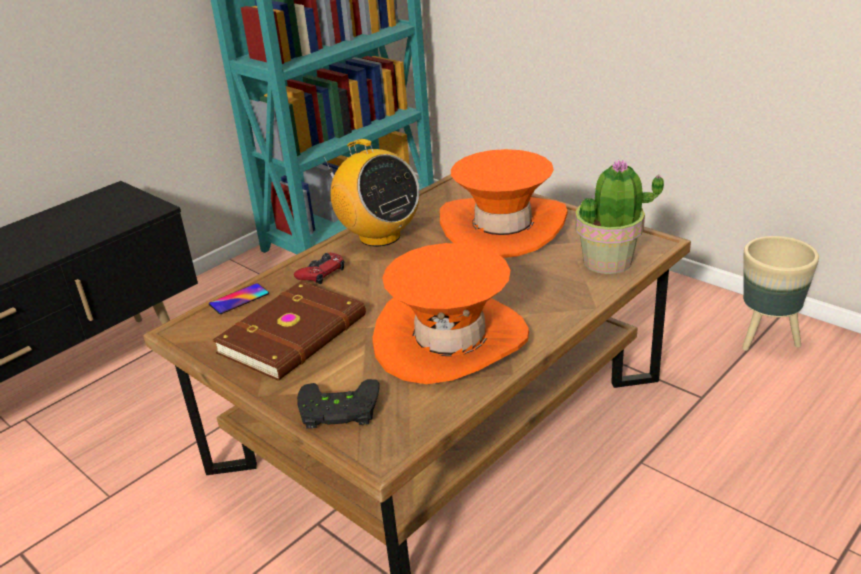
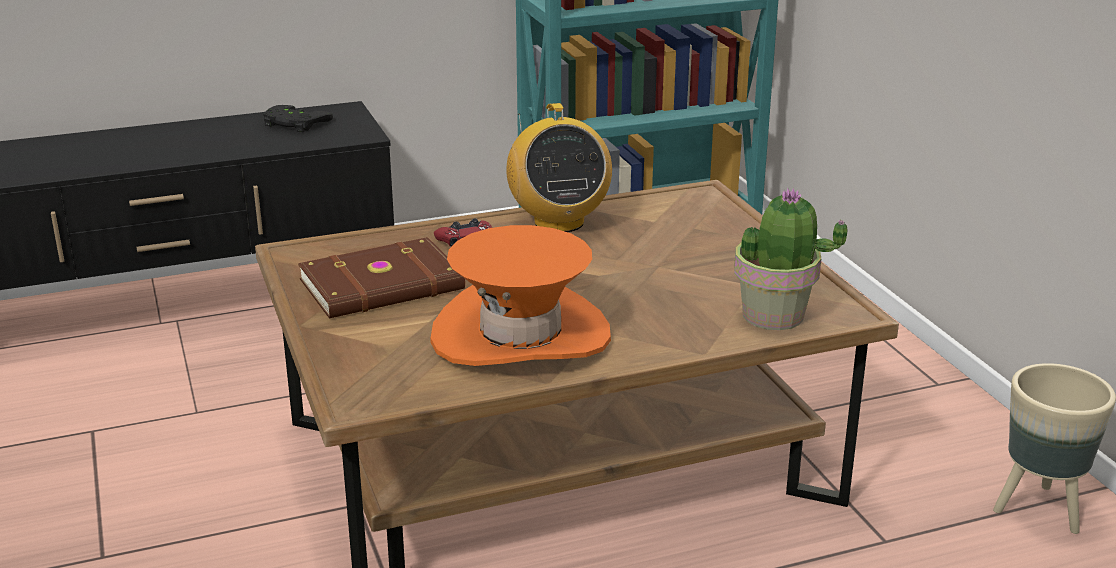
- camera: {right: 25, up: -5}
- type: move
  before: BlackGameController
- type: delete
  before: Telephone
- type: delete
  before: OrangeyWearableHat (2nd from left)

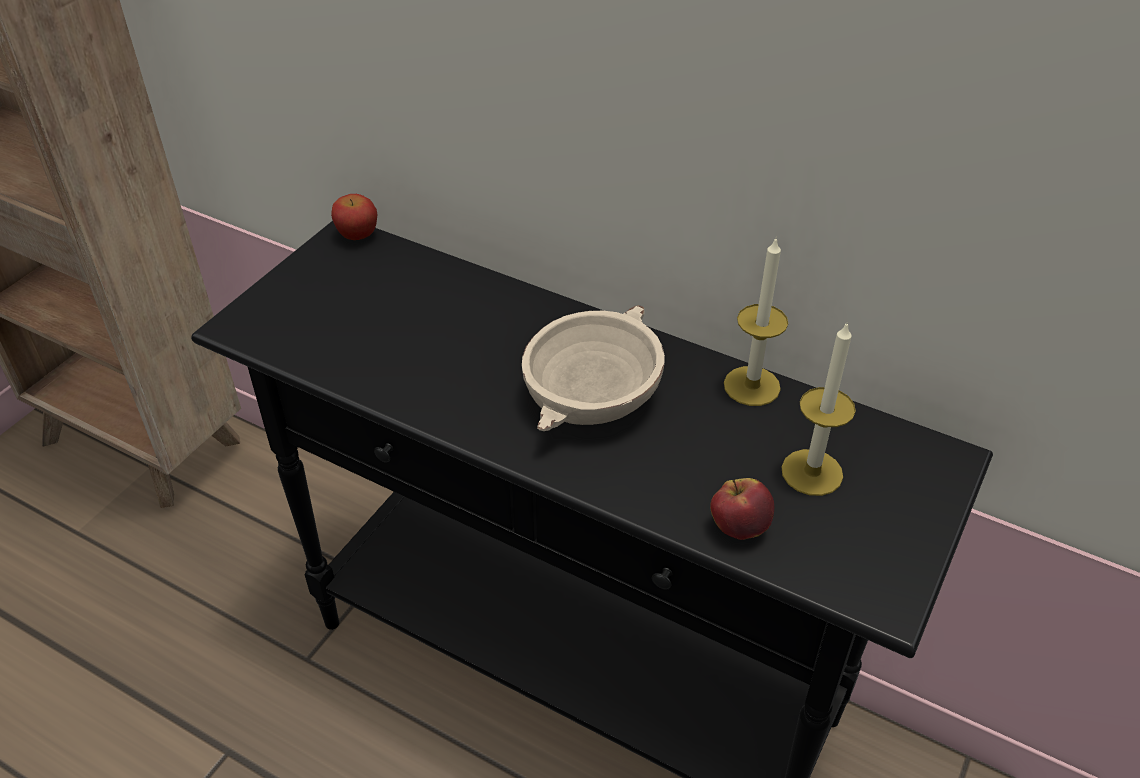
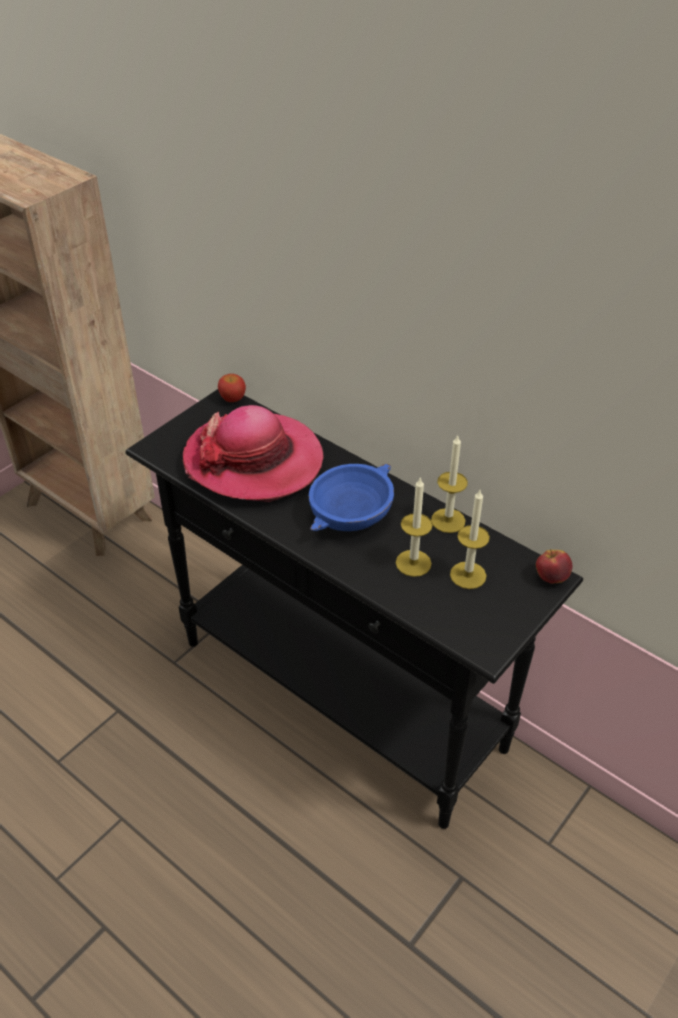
- camera: {right: 10, up: 0}
- type: insert
  after: WearableHat
- type: recolor
  before: BeigeServingBowl
  after: BluishServingBowl
- type: insert
  after: WaxLight (1st from left)
- type: move
  before: AppleFruit (2nd from left)

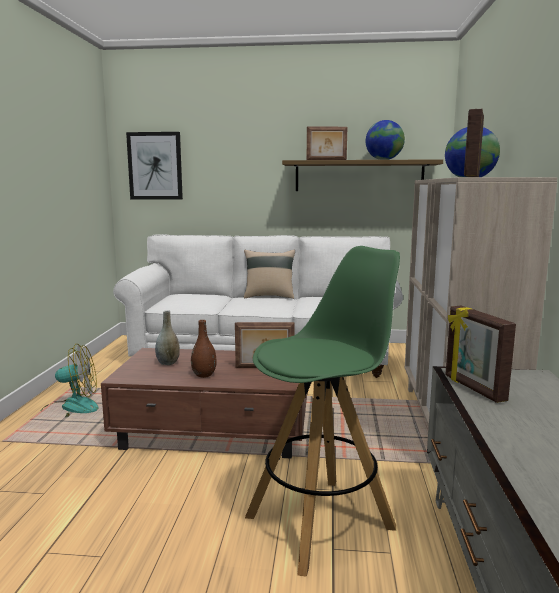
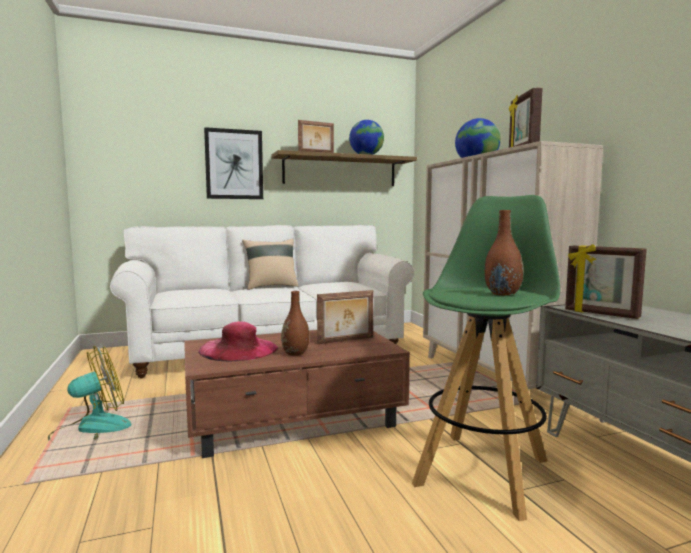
- camera: {right: -25, up: -5}
- type: replace
  before: GreyDecorativeVase
  after: PinkWearableHat
- type: move
  before: WallArt
- type: insert
  after: BrownColouredDecorativeVase (2nd from left)

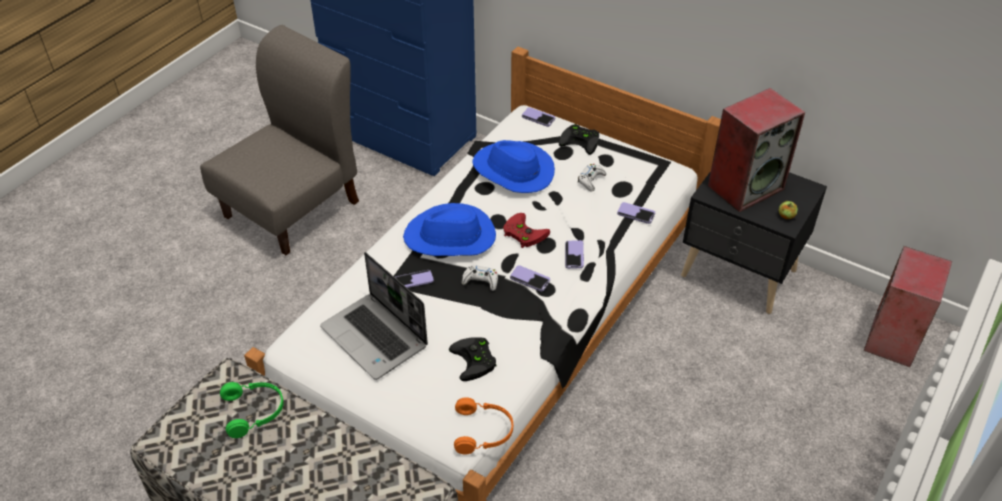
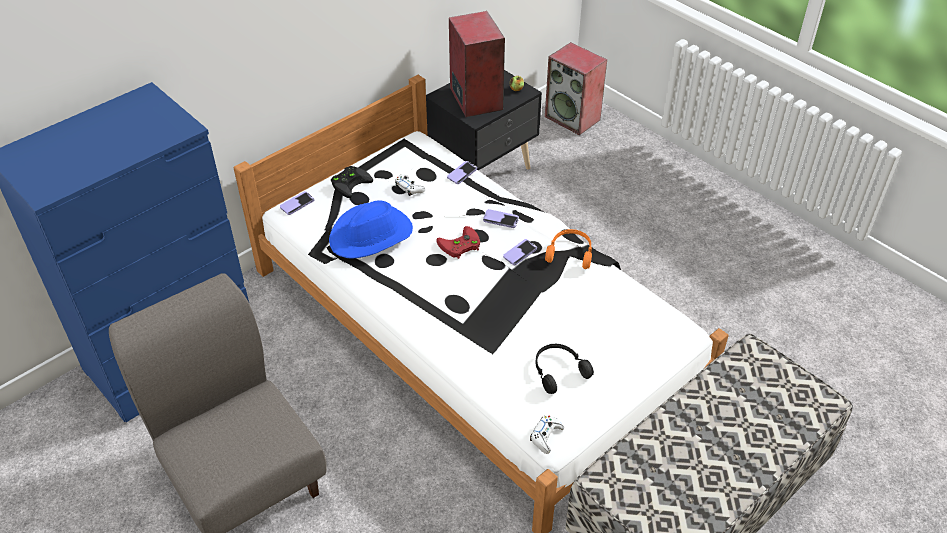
- camera: {right: -75, up: 0}
- type: move
  before: WhiteGameController (1st from left in the first image)
  after: WhiteGameController (2nd from left)
- type: replace
  before: Laptop
  after: BlackPairOfHeadphones
- type: move
  before: OrangeyPairOfHeadphones
- type: delete
  before: GreenishPairOfHeadphones
- type: delete
  before: Telephone (1st from left)
- type: delete
  before: BluishWearableHat (1st from left)
- type: delete
  before: BlackGameController (1st from left)

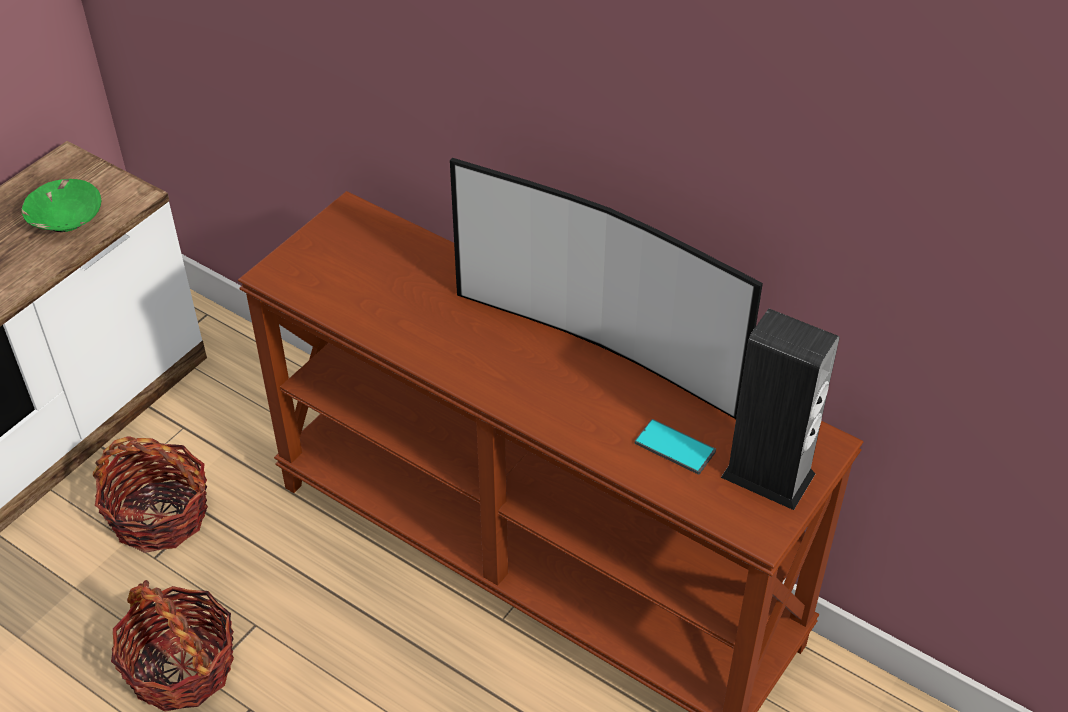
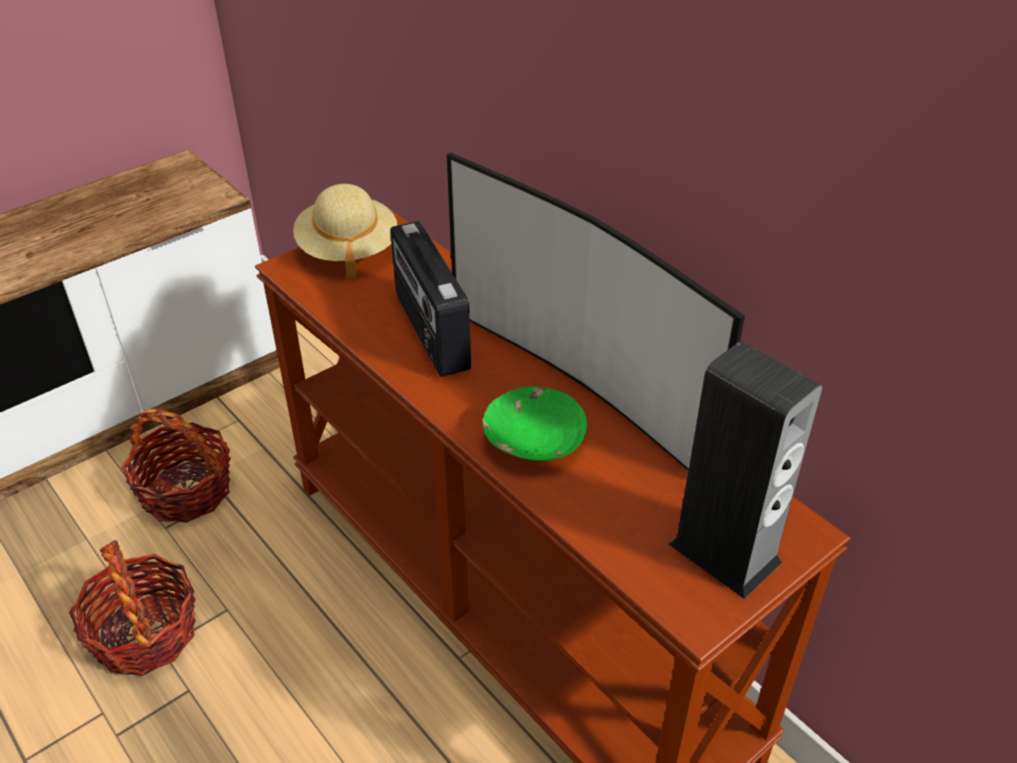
- camera: {right: 15, up: -5}
- type: insert
  after: BeigeWearableHat
- type: insert
  after: Radio
- type: move
  before: GreenishServingBowl
- type: delete
  before: Telephone

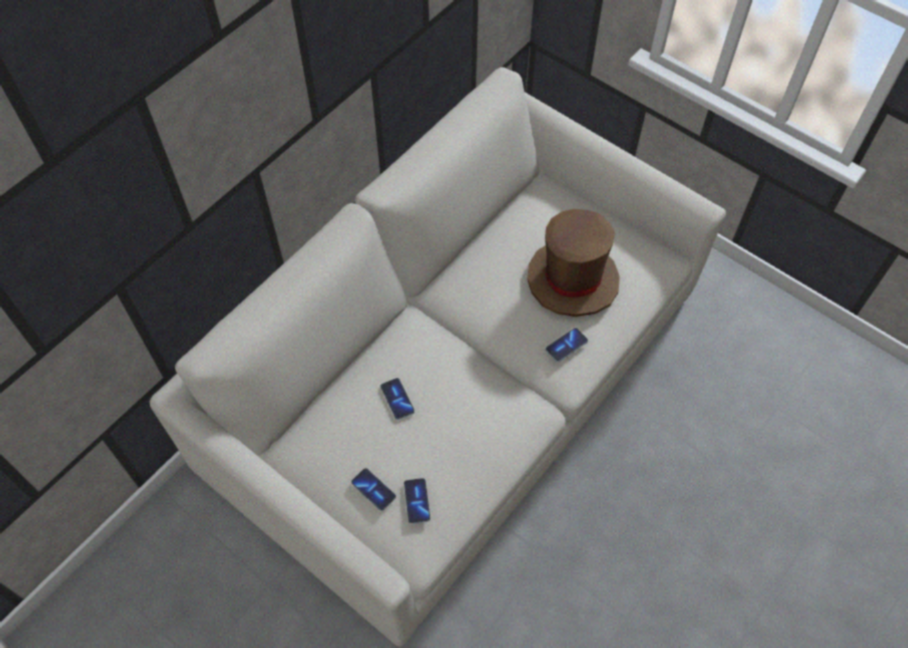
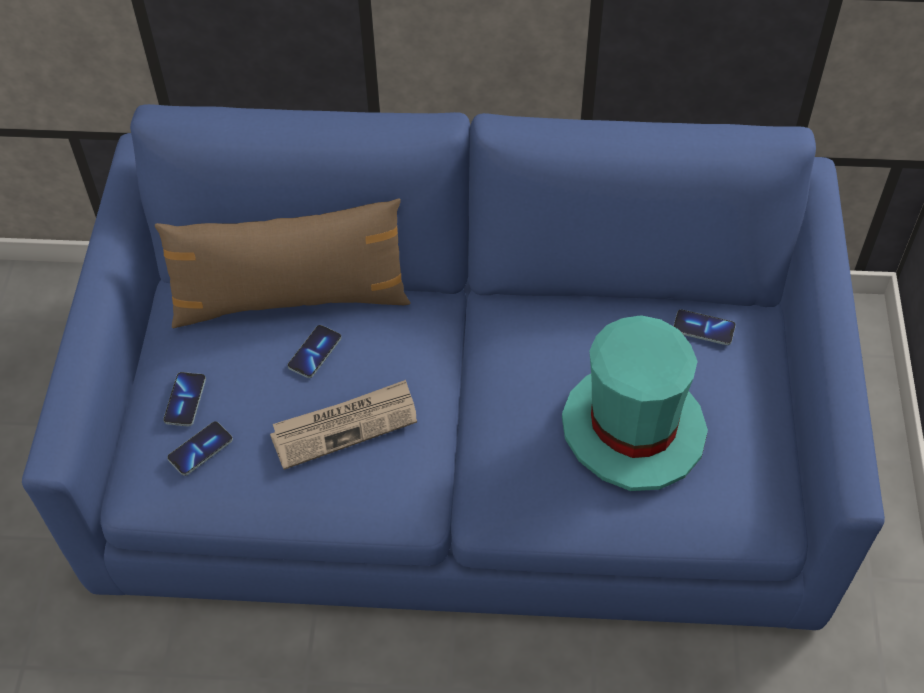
- camera: {right: 55, up: -5}
- type: recolor
  before: GreySettee
  after: BluishSettee
- type: insert
  after: BrownColouredPillow
- type: insert
  after: DailyPaper
- type: recolor
  before: BrownColouredWearableHat
  after: TurquoiseColouredWearableHat
- type: move
  before: Telephone (4th from left)

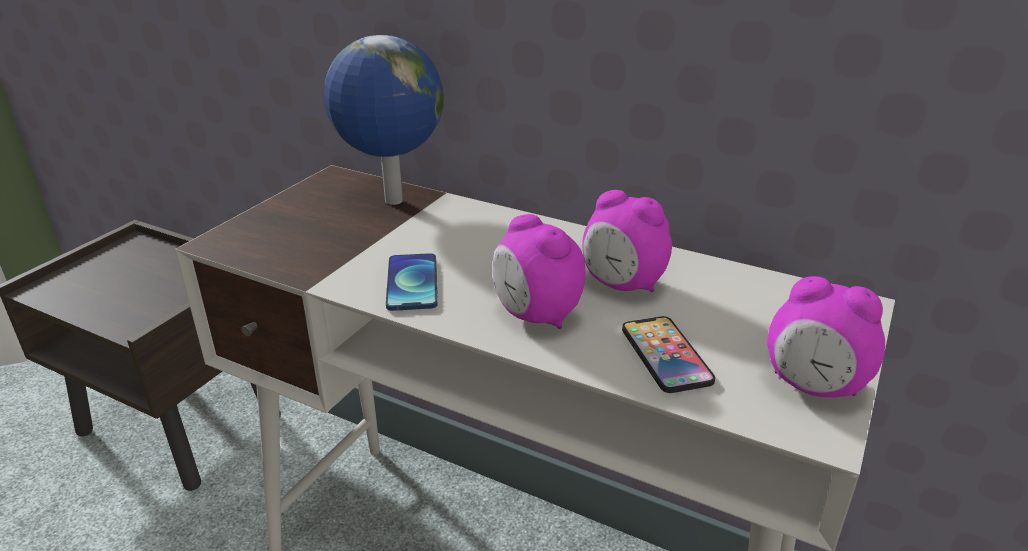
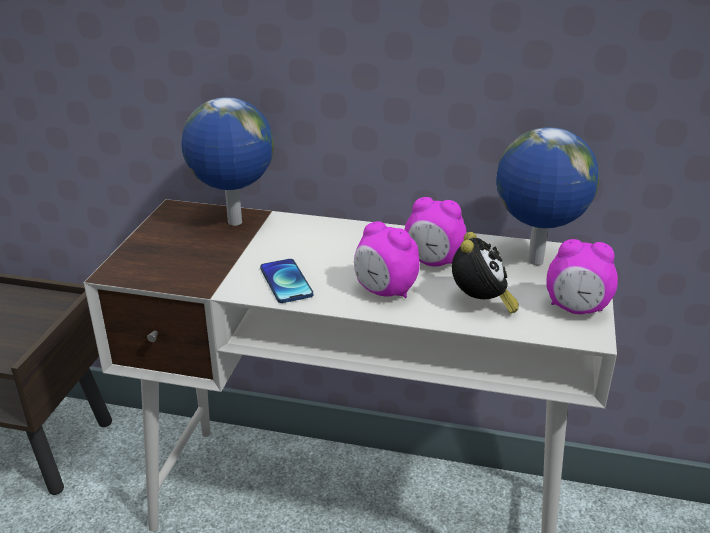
- camera: {right: -15, up: 0}
- type: replace
  before: Telephone (2nd from left)
  after: TableClock (3rd from left)
- type: insert
  after: WorldGlobe (2nd from left)

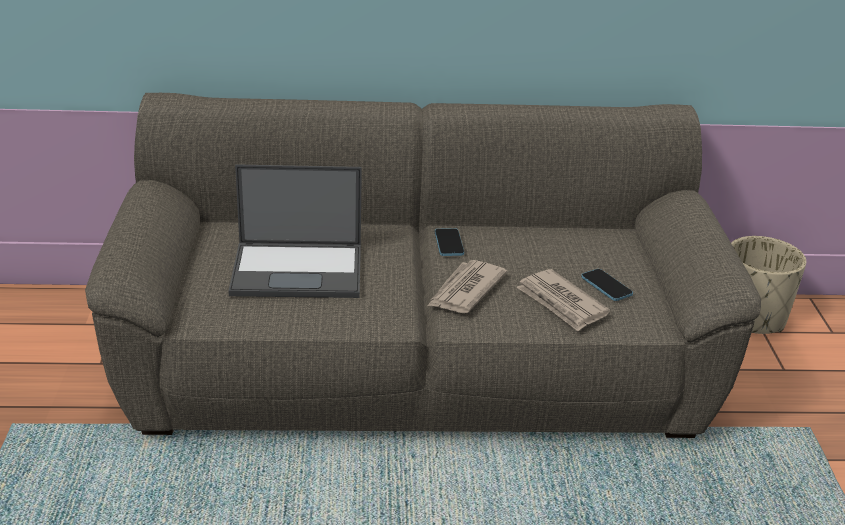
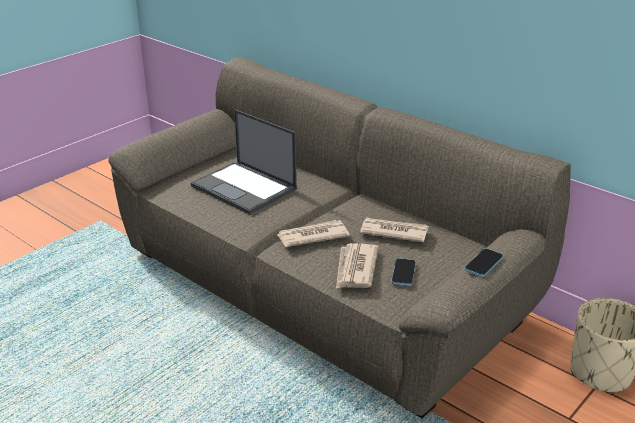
- camera: {right: 45, up: 0}
- type: insert
  after: DailyPaper (3rd from left)
- type: move
  before: Telephone (1st from left in the first image)
  after: Telephone (2nd from left)

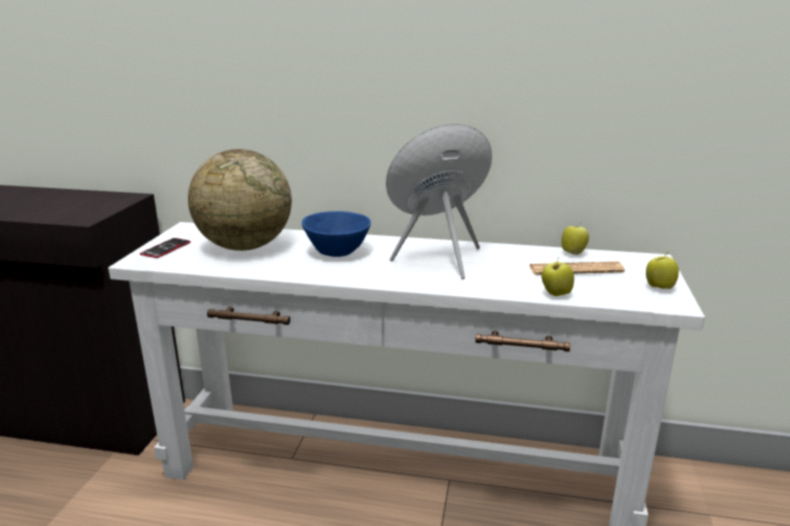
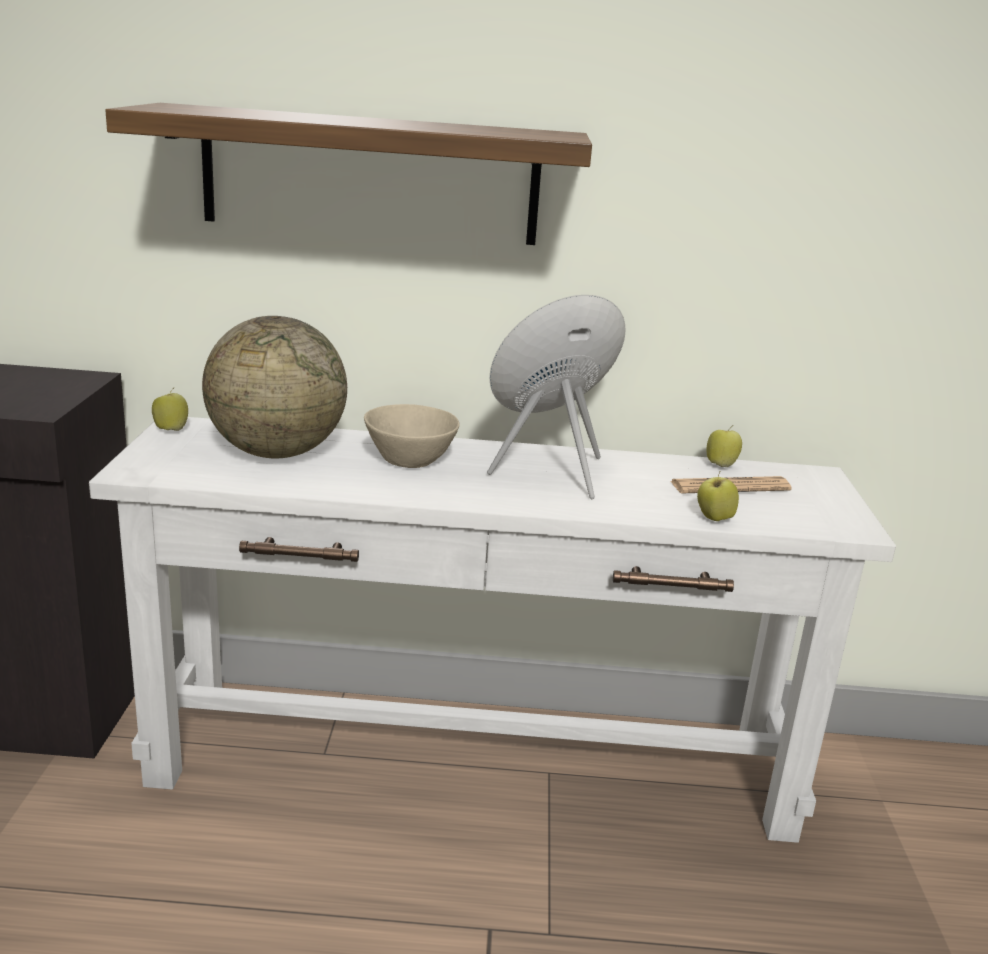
- camera: {right: -10, up: 0}
- type: insert
  after: BracketShelf
- type: move
  before: AppleFruit (3rd from left in the first image)
  after: AppleFruit (1st from left)
- type: recolor
  before: BluishServingBowl
  after: BeigeServingBowl
- type: delete
  before: Telephone

